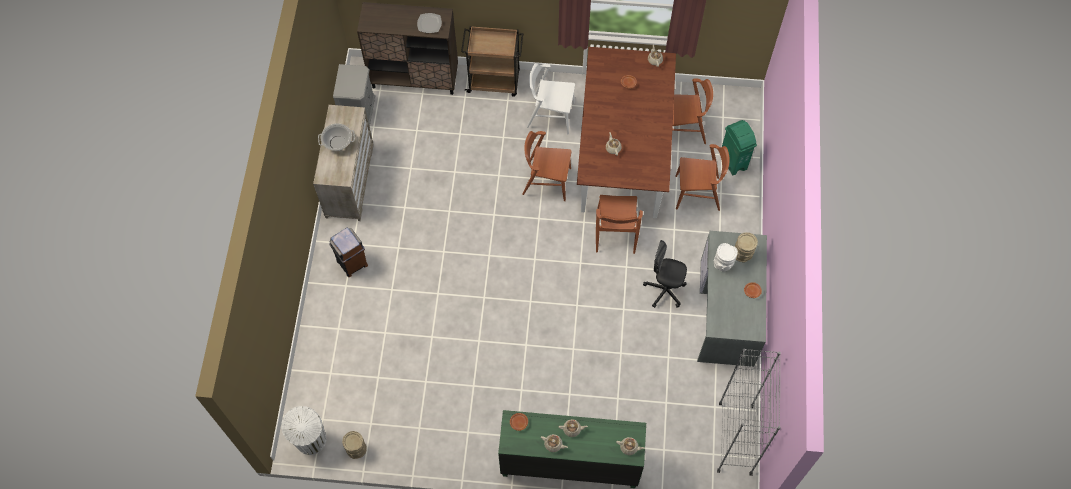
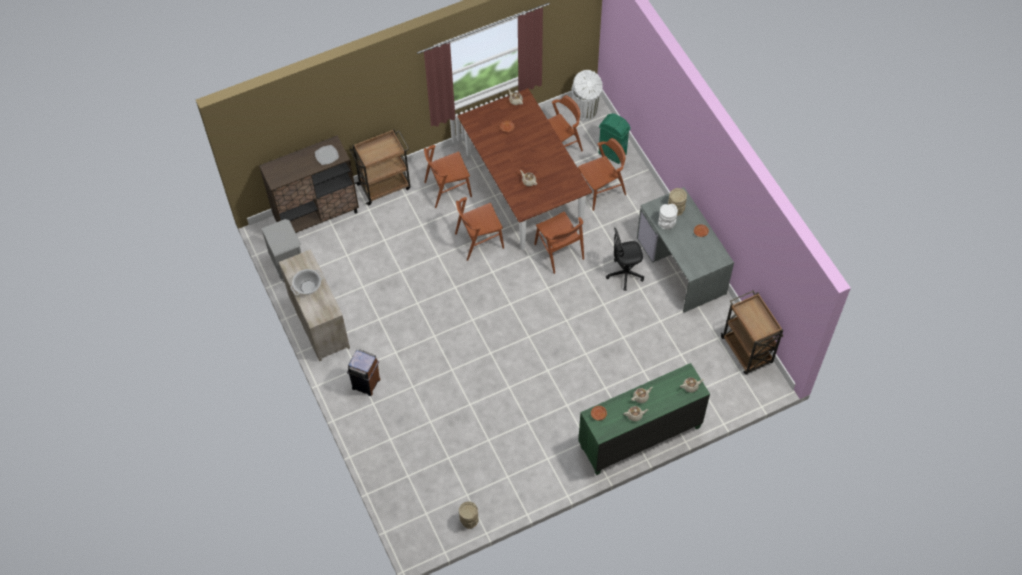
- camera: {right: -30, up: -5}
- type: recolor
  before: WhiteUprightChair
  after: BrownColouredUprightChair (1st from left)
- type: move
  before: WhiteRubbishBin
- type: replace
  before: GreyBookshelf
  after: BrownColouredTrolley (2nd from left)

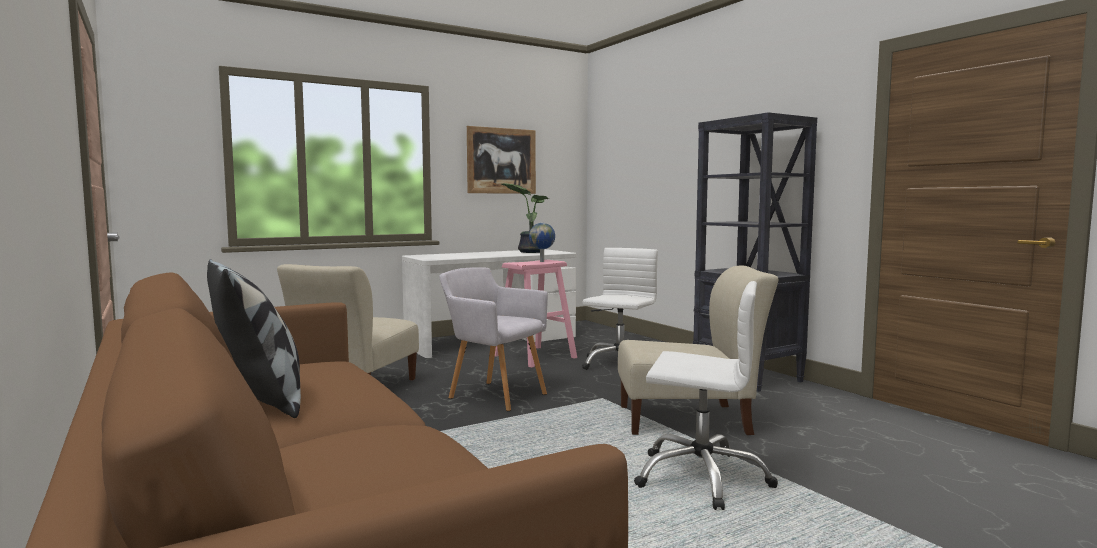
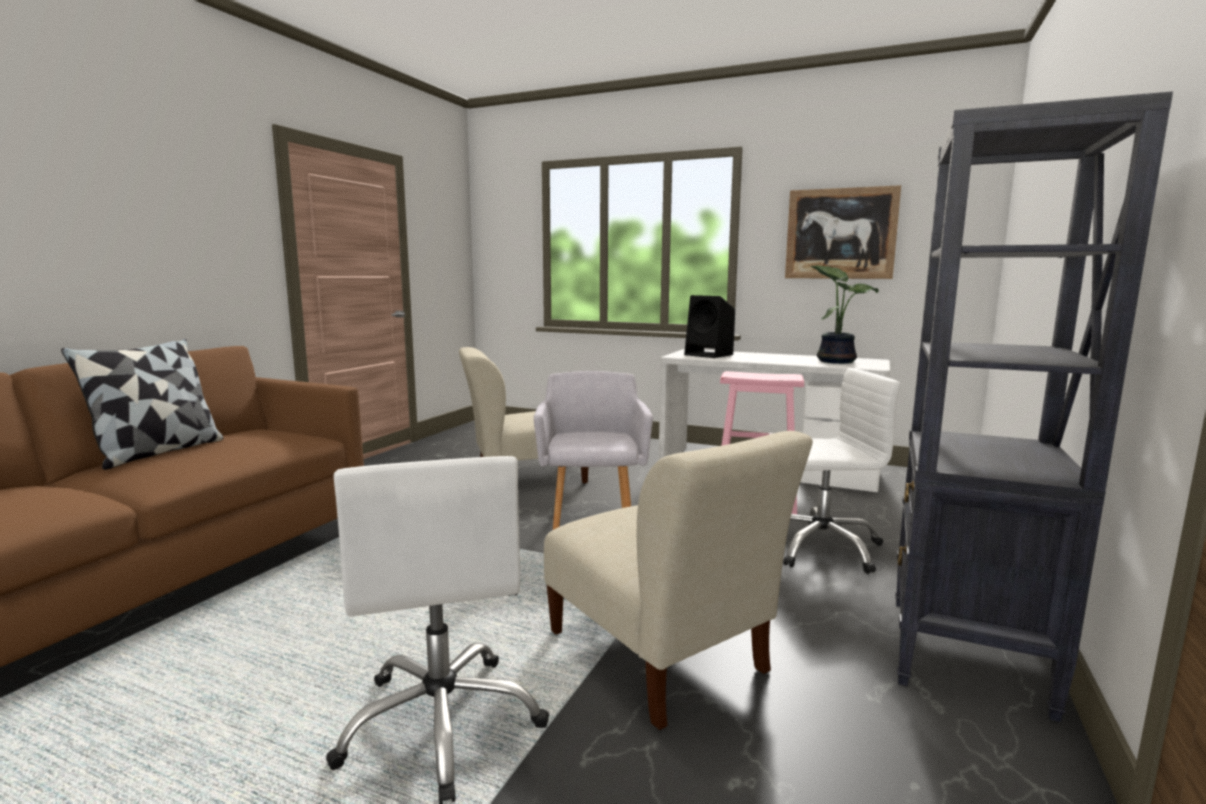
- camera: {right: 55, up: 5}
- type: insert
  after: BlackAudioSpeaker
- type: delete
  before: WorldGlobe

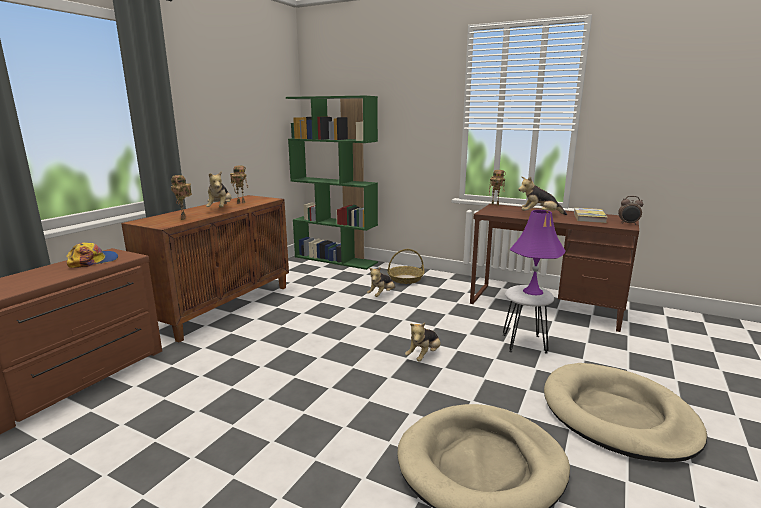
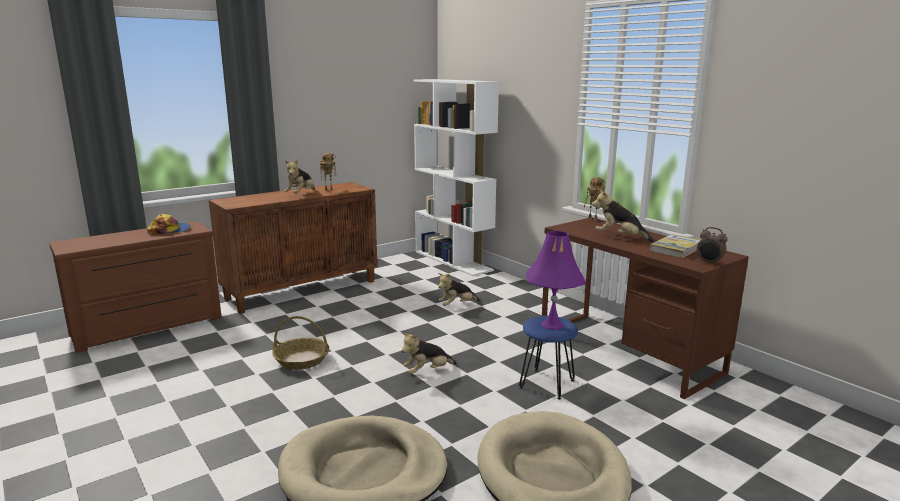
- camera: {right: 25, up: 0}
- type: move
  before: Basket
- type: recolor
  before: GreenishBookshelf
  after: WhiteBookshelf
- type: recolor
  before: WhiteStoolSeat
  after: BluishStoolSeat
- type: delete
  before: RobotFigure (1st from left)

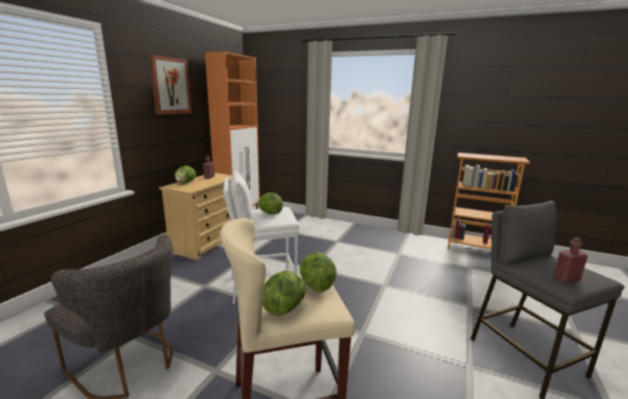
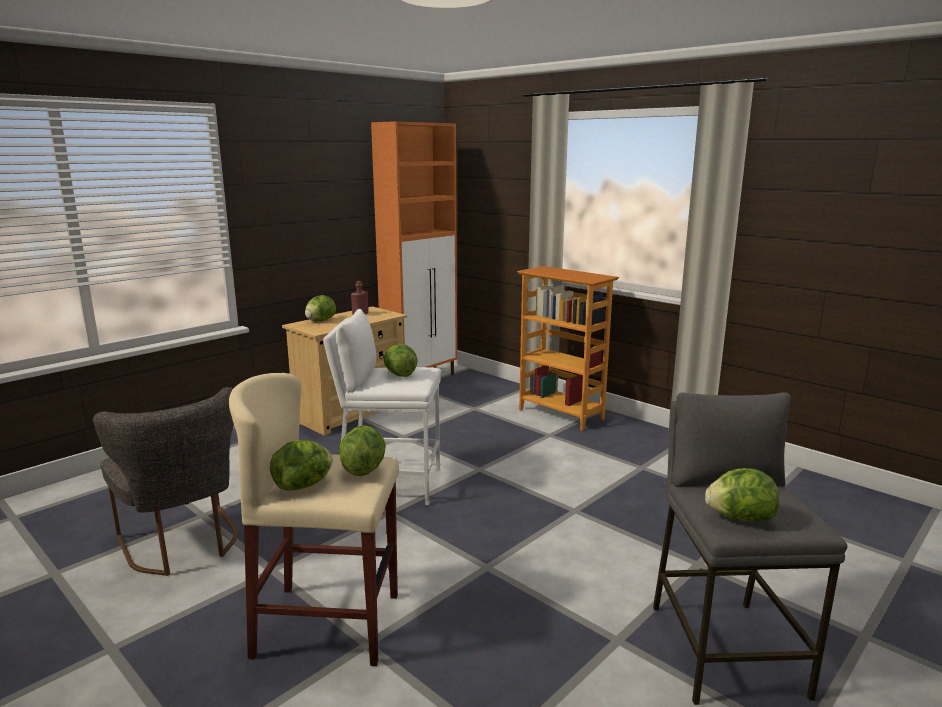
- camera: {right: 20, up: 0}
- type: move
  before: Bookshelf
- type: replace
  before: RedDrinkBottle (2nd from left)
  after: HeadOfLettuce (5th from left)
- type: delete
  before: WallArt

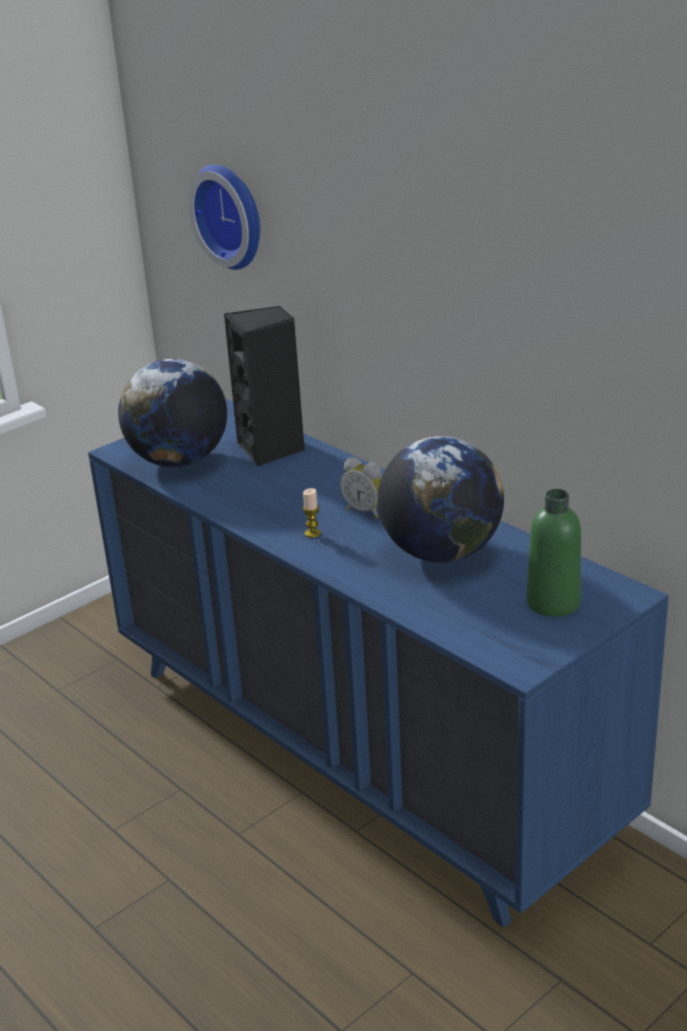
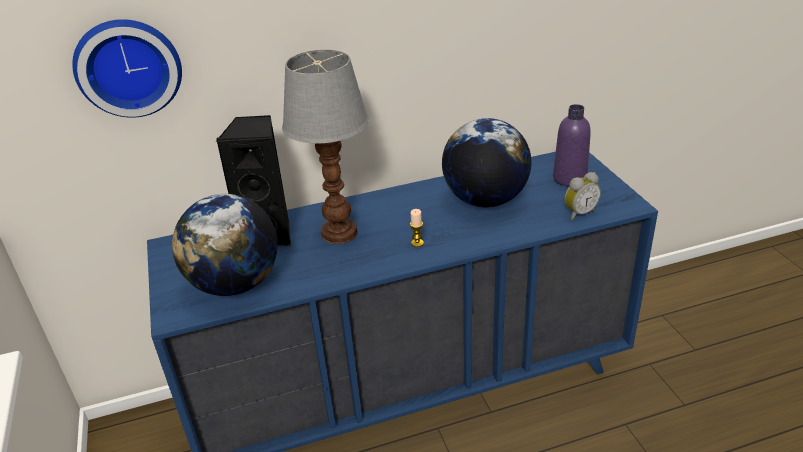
- camera: {right: -65, up: 5}
- type: insert
  after: TabletopLamp
- type: recolor
  before: GreenishDrinkBottle
  after: PurpleColouredDrinkBottle
- type: move
  before: TableClock

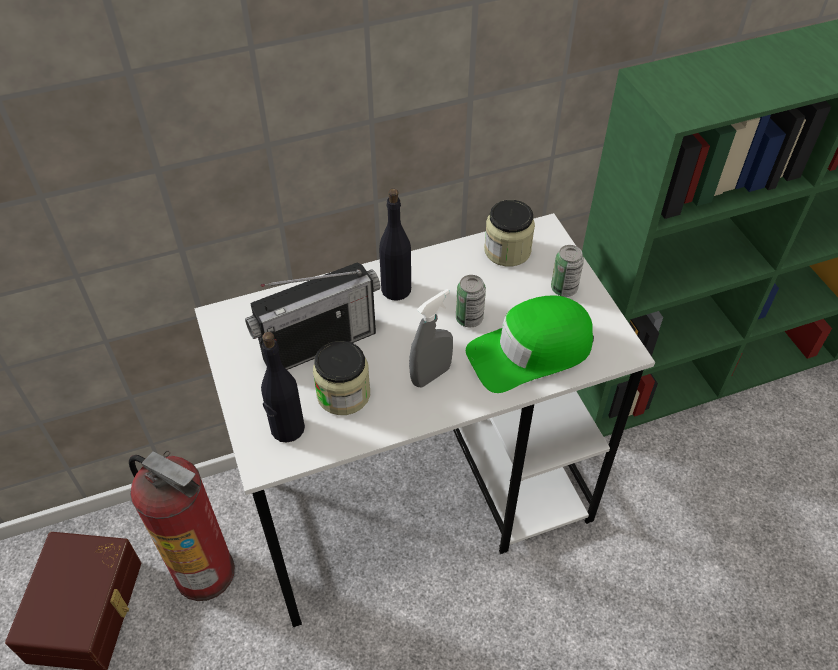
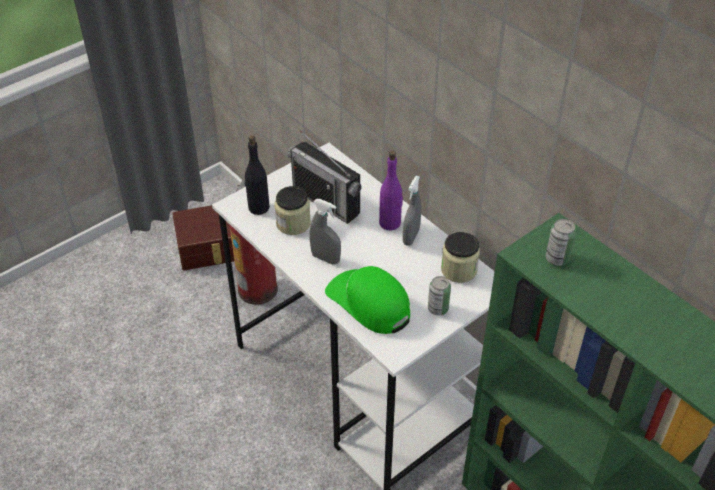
- camera: {right: 70, up: -5}
- type: recolor
  before: BlackDrinkBottle (2nd from left)
  after: PurpleColouredDrinkBottle
- type: insert
  after: GreyHandSprayer (2nd from left)
- type: move
  before: SealedCan (1st from left in the first image)
  after: SealedCan (2nd from left)

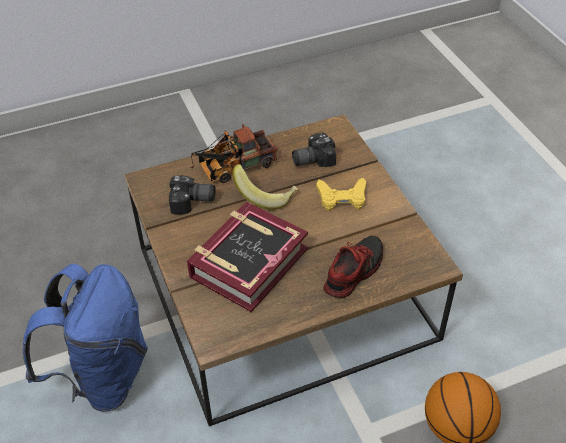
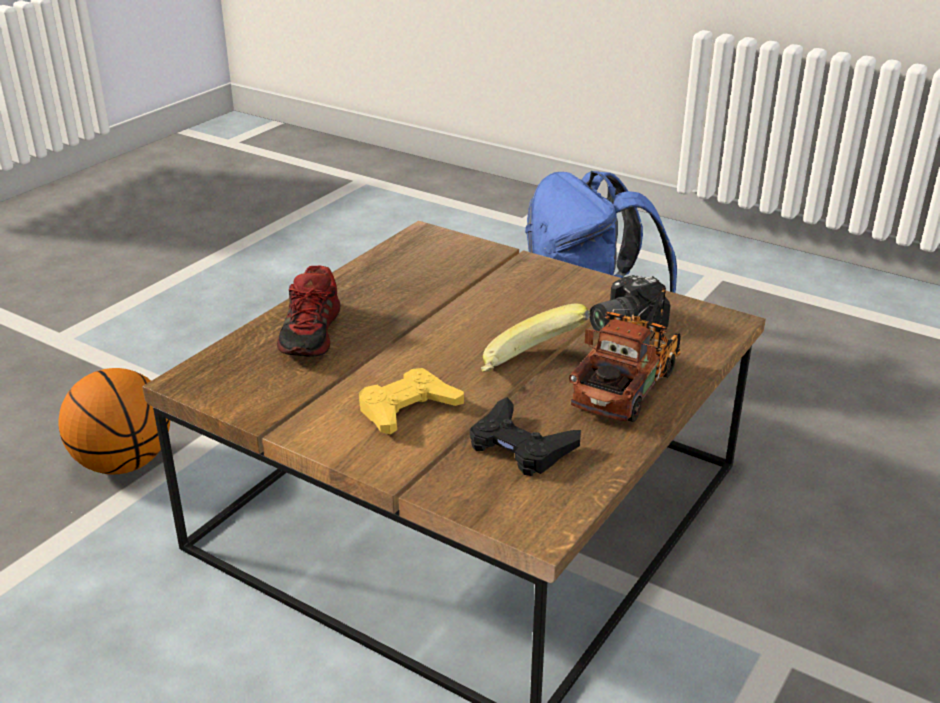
- camera: {right: 145, up: -15}
- type: replace
  before: StillCamera (2nd from left)
  after: BlackGameController
- type: delete
  before: Volume

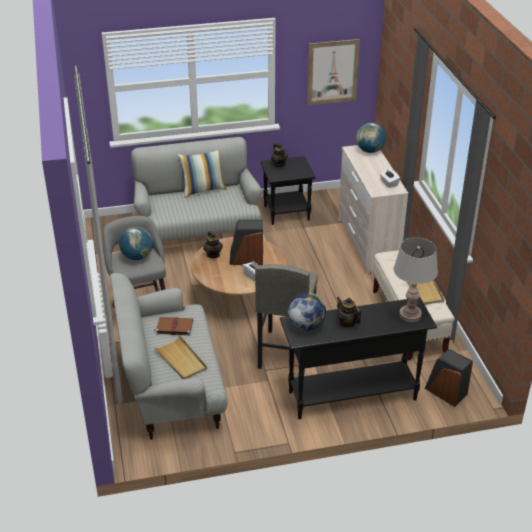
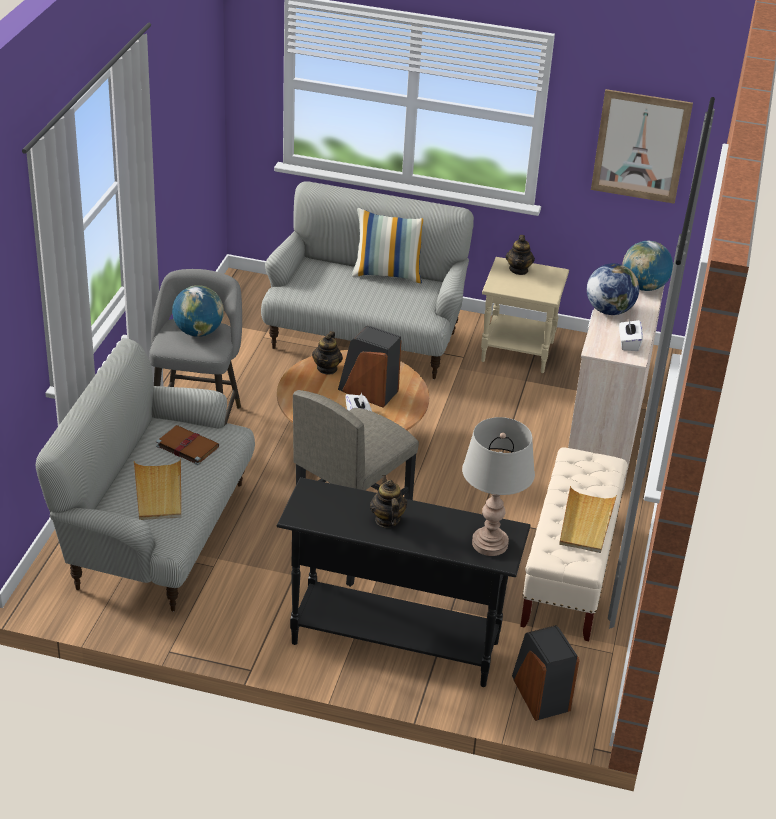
- camera: {right: 25, up: 0}
- type: recolor
  before: BlackEndTable
  after: BeigeEndTable
- type: move
  before: WorldGlobe (2nd from left)

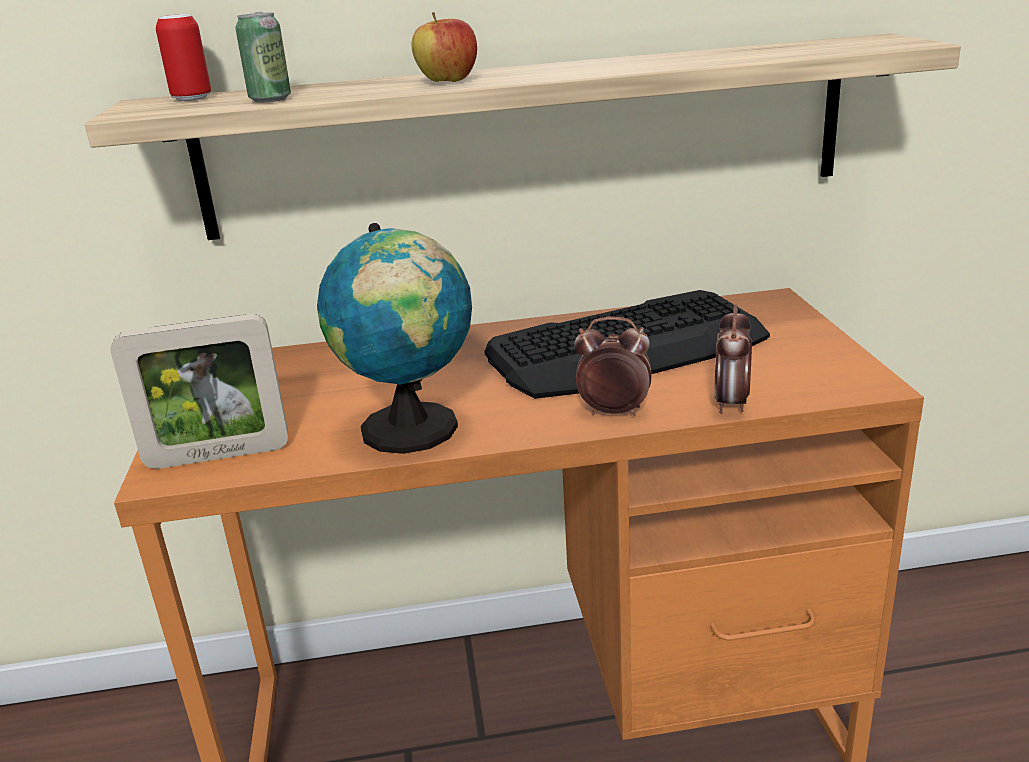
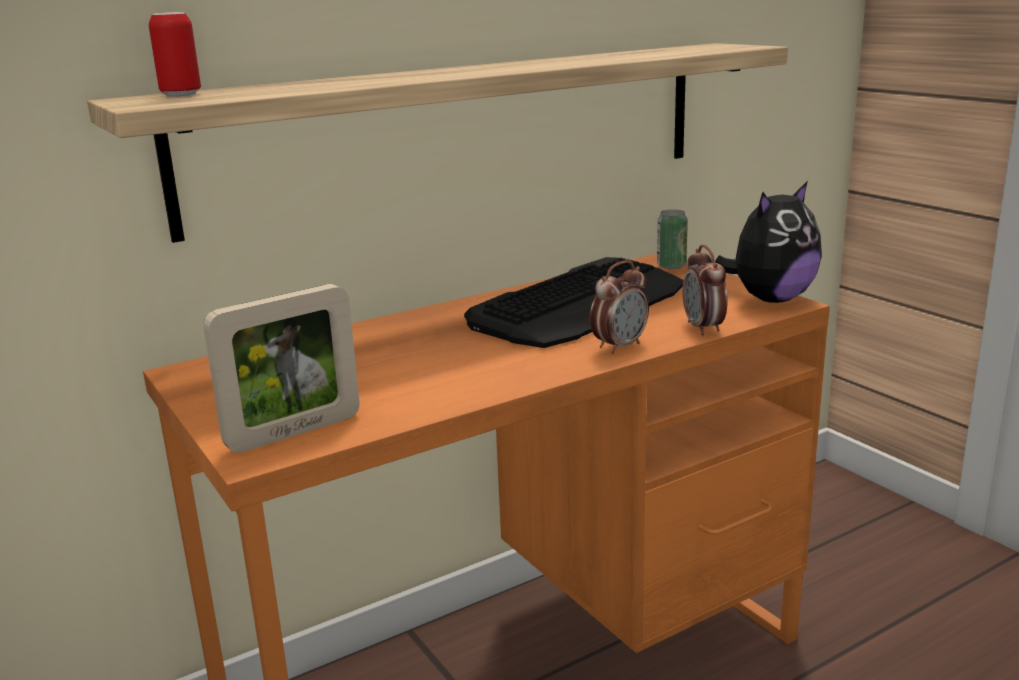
- camera: {right: -25, up: -5}
- type: rotate
  before: TableClock (1st from left)
  turn: 150
- type: move
  before: SealedCan (2nd from left)
- type: insert
  after: CuddlyToy
- type: delete
  before: WorldGlobe
- type: delete
  before: AppleFruit

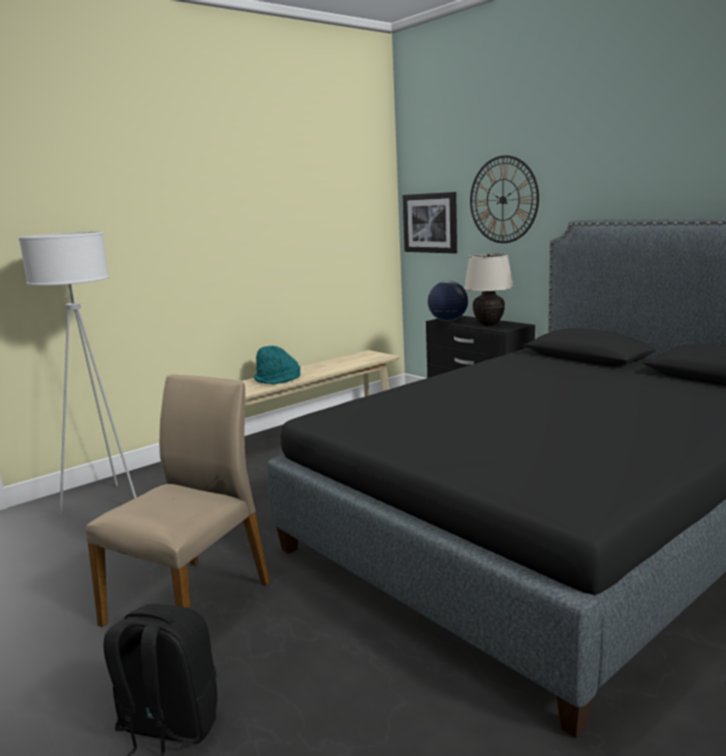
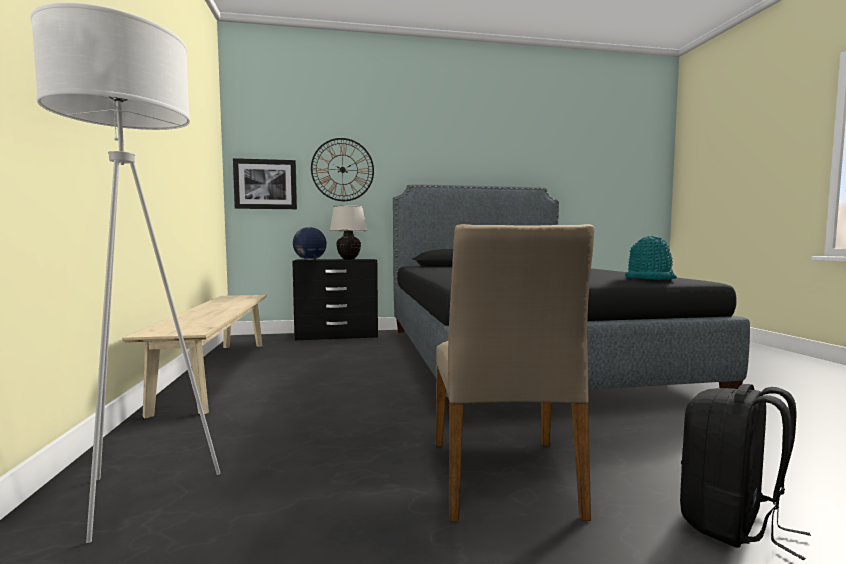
- camera: {right: -60, up: -10}
- type: rotate
  before: BeigeUprightChair
  turn: -150
- type: move
  before: TurquoiseColouredWearableHat

